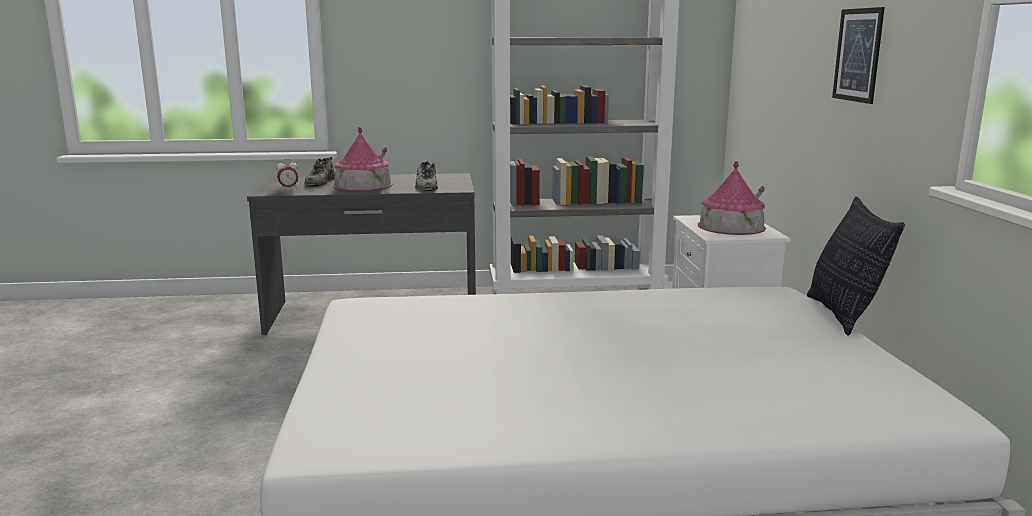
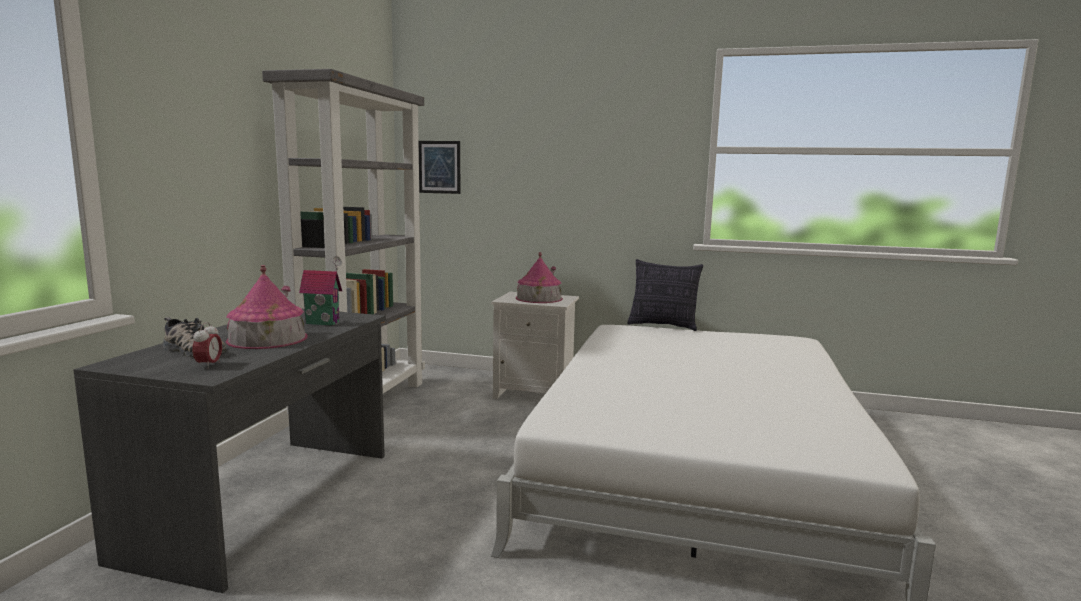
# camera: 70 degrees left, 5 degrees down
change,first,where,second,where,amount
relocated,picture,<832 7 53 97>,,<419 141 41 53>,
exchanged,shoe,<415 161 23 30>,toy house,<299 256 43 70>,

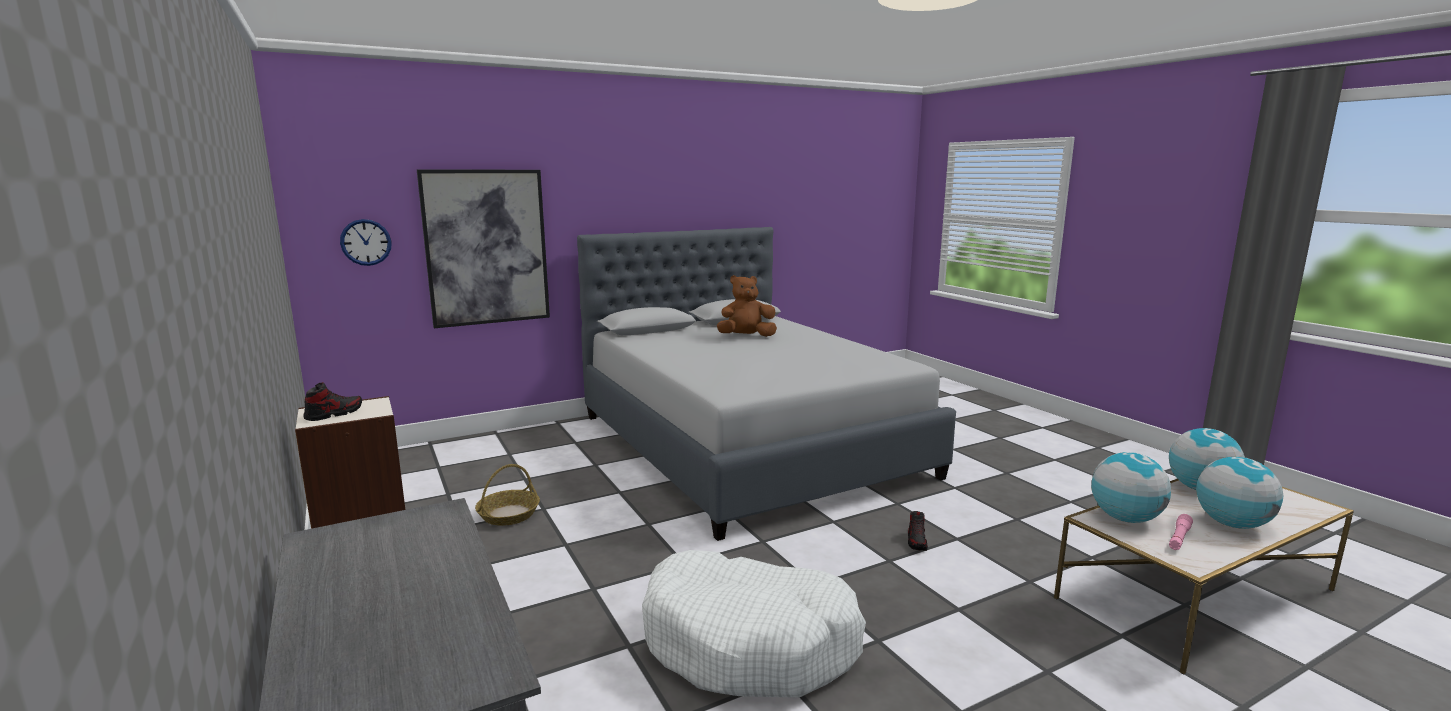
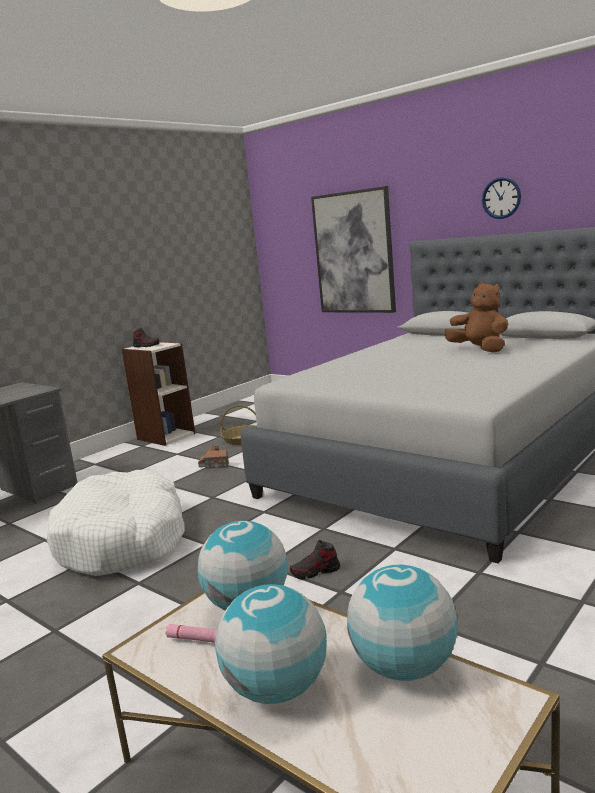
# camera: 70 degrees right, 0 degrees up
change,first,where,second,where,amount
appeared,,,toy house,<198 445 31 24>,
relocated,wall clock,<340 219 52 47>,,<482 177 39 42>,

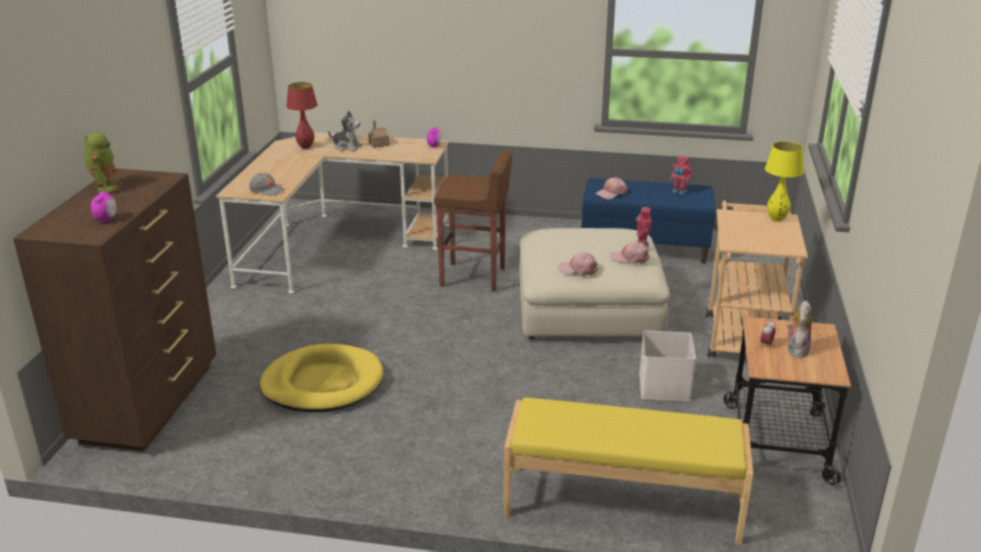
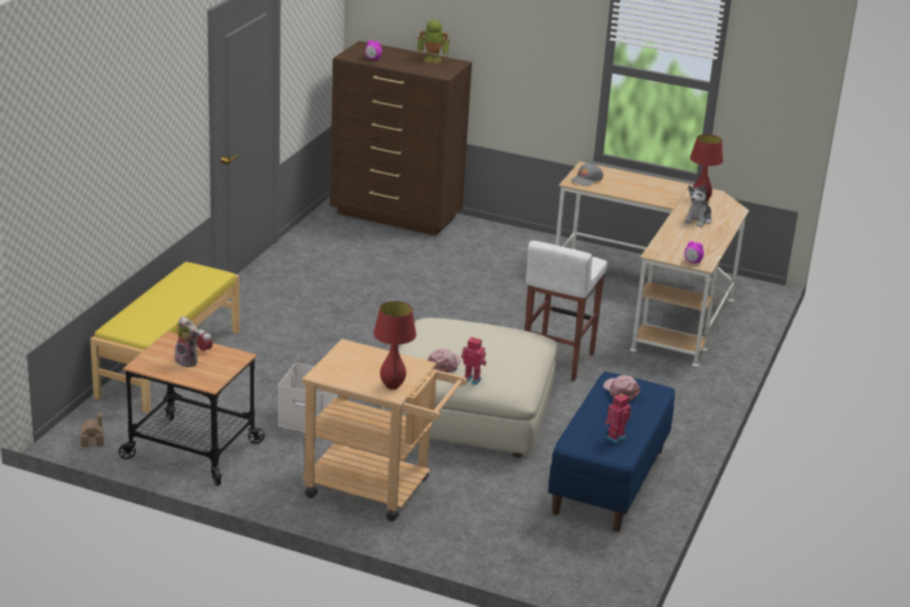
# camera: 100 degrees right, 0 degrees up
change,first,where,second,where,amount
missing,dog bed/yellow,<260 344 123 68>,,,
missing,cap/pink,<558 252 40 23>,,,
relocated,toy house,<368 119 22 29>,,<81 412 23 35>,
colour,stool/brown,<434 150 78 142>,stool/white,<525 241 82 140>,
colour,table lamp/yellow,<765 141 39 80>,table lamp/red,<373 301 43 89>,

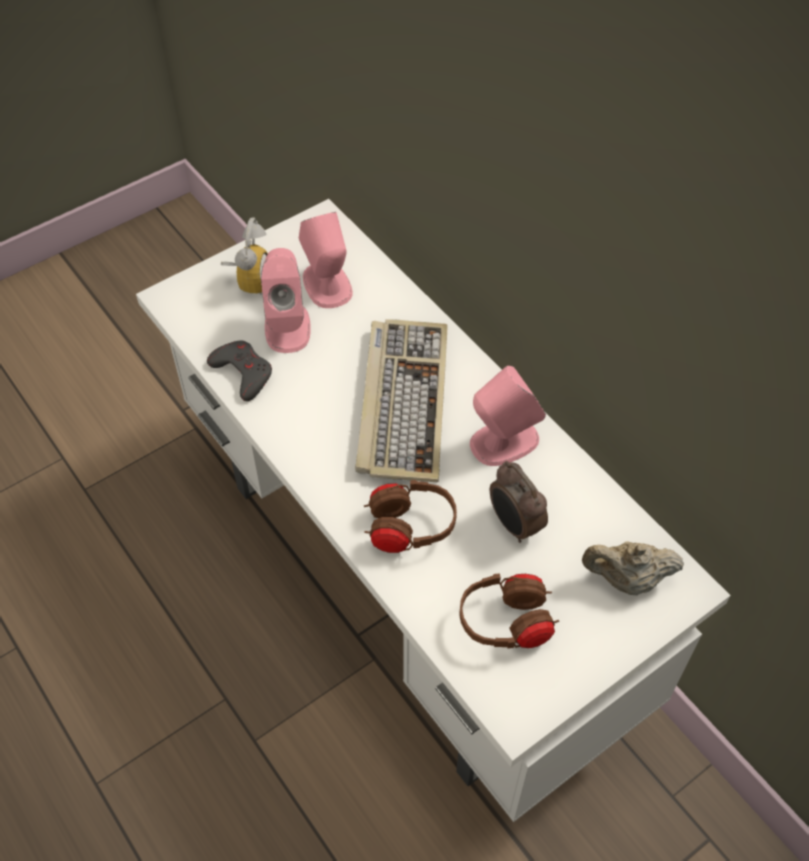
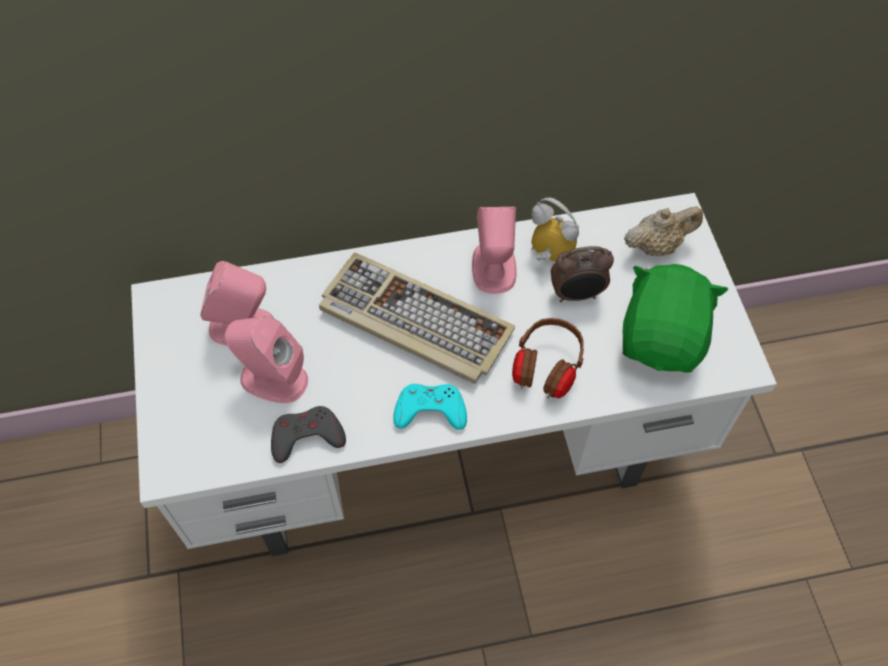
# camera: 65 degrees left, 5 degrees up
change,first,where,second,where,amount
appeared,,,game controller/turquoise,<393 384 74 46>,
relocated,alarm clock,<221 217 47 78>,,<531 197 48 65>,
exchanged,headphones/brown,<459 573 100 75>,plush toy/green,<623 264 105 109>,
spun,teapot/beige,<582 541 102 54>,,<624 206 79 50>,135 degrees counterclockwise

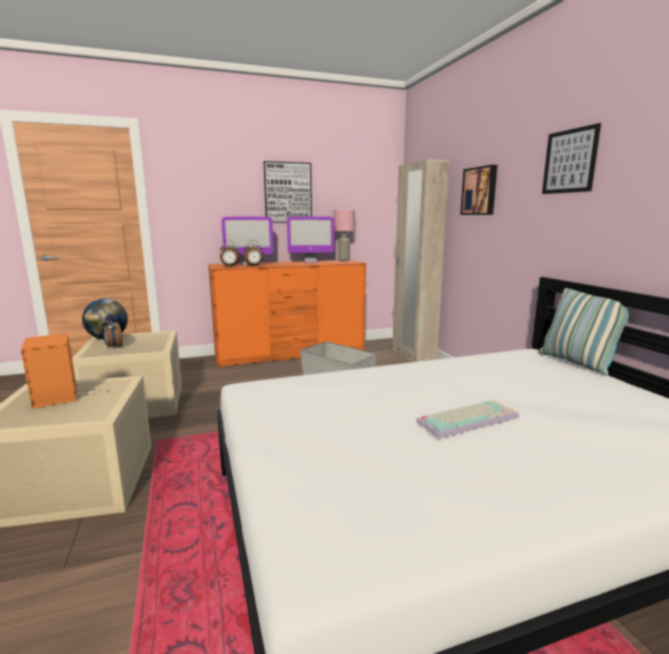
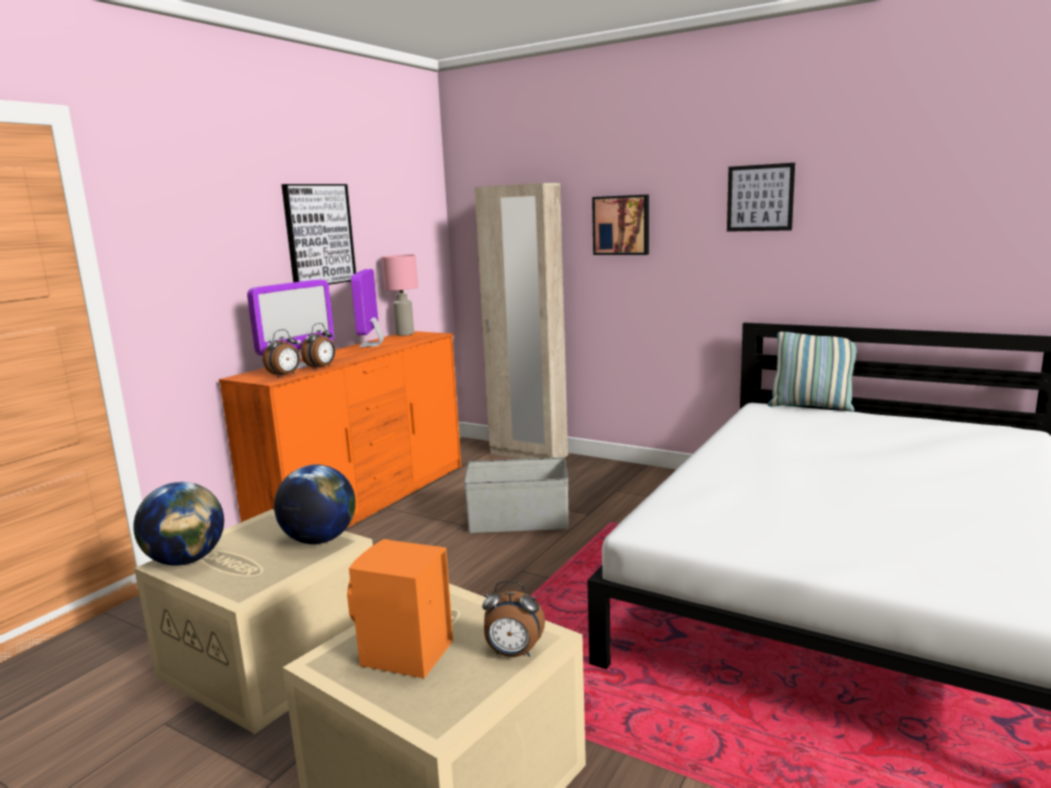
# camera: 40 degrees left, 0 degrees up
change,first,where,second,where,amount
missing,keyboard,<416 400 103 38>,,,
appeared,,,globe,<274 465 82 79>,
relocated,alarm clock,<103 315 20 34>,,<482 580 63 77>,
spun,monitor,<287 217 47 46>,,<351 269 33 78>,135 degrees clockwise

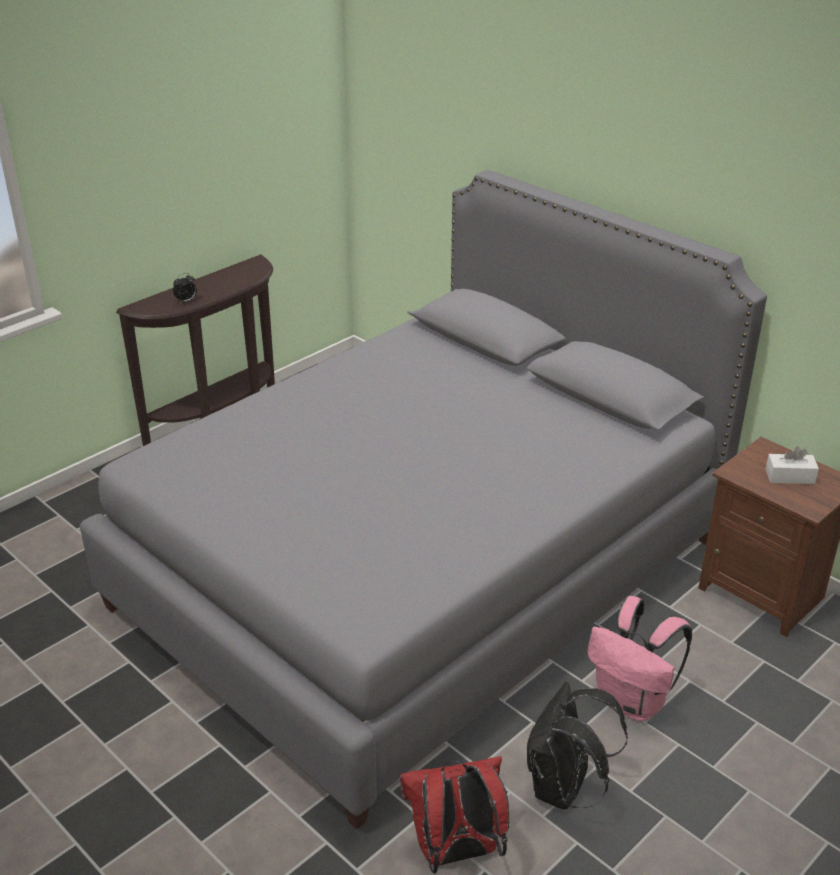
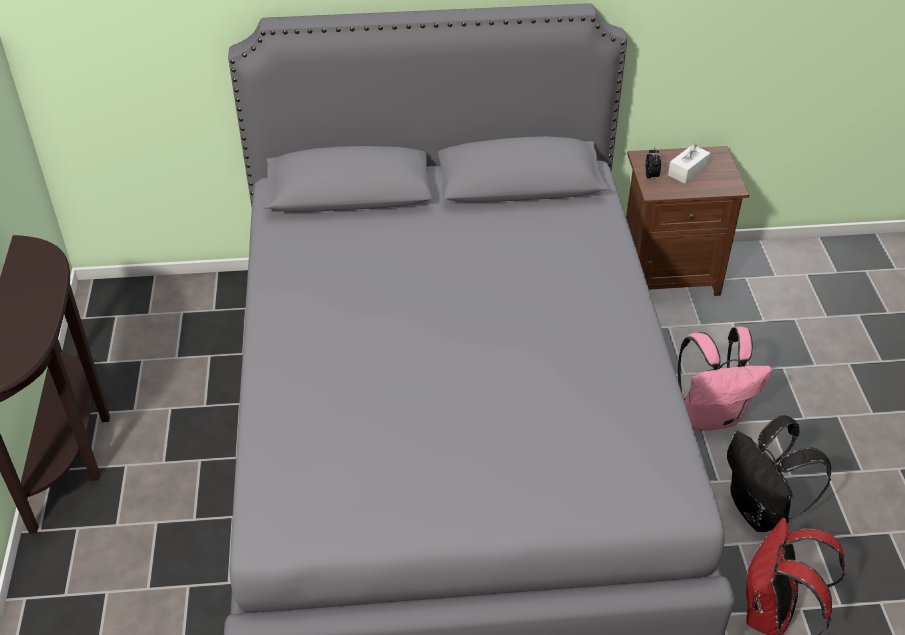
# camera: 50 degrees left, 10 degrees up
change,first,where,second,where,amount
relocated,alarm clock,<173 273 24 31>,,<645 148 16 32>,

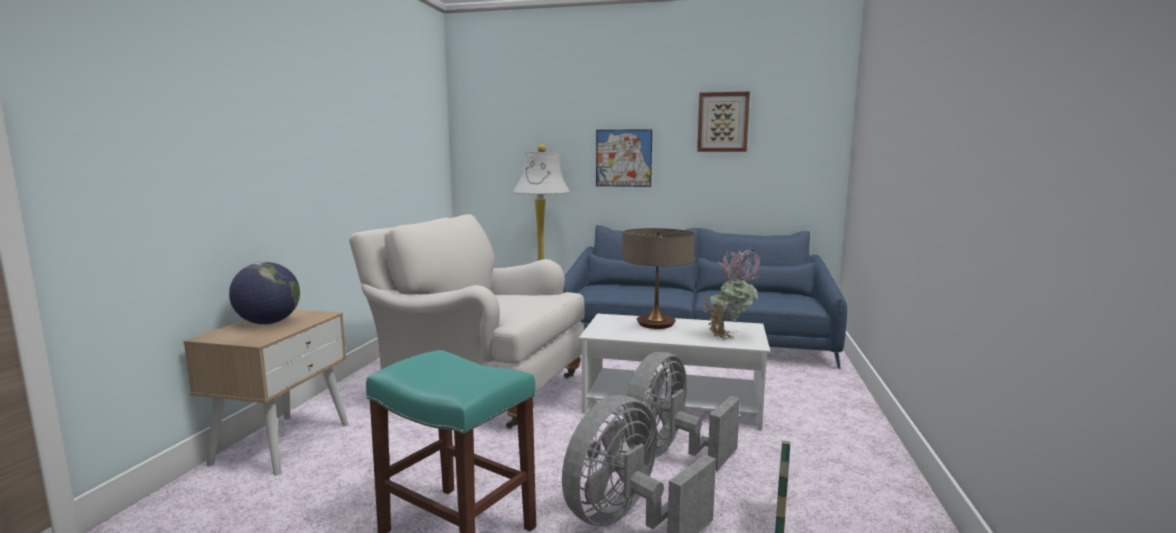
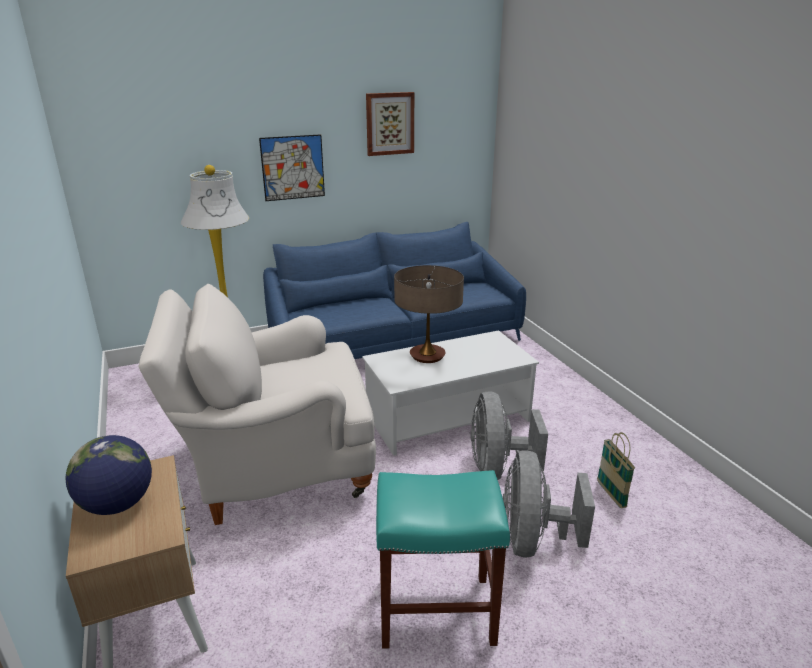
# camera: 35 degrees left, 15 degrees up
change,first,where,second,where,amount
missing,potted plant,<701 250 61 89>,,,

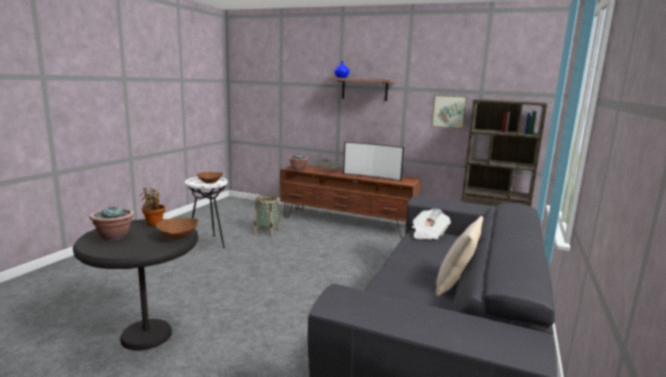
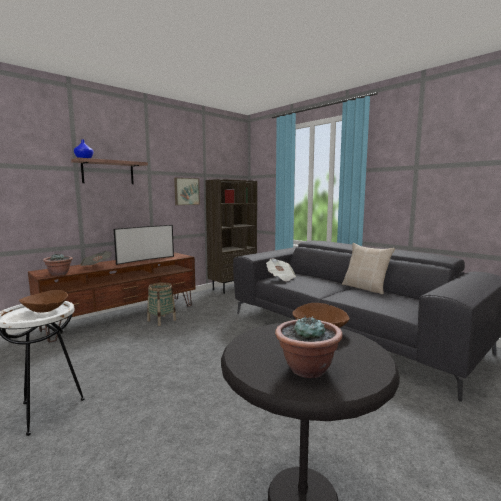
# camera: 65 degrees left, 5 degrees down
change,first,where,second,where,amount
missing,potted plant,<140 187 25 39>,,,
relocated,basket,<254 195 26 41>,,<147 282 29 44>,

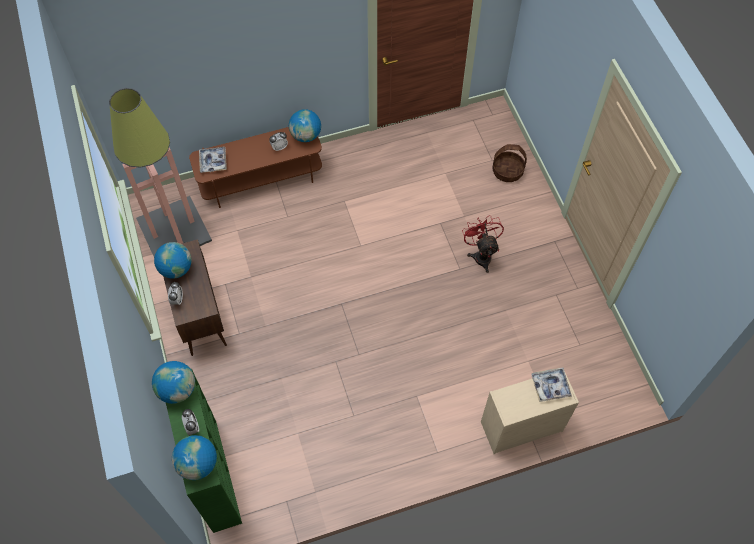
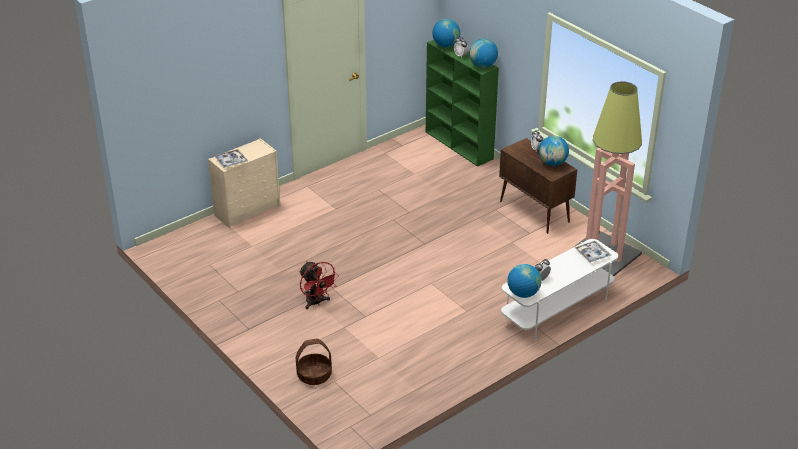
# camera: 160 degrees right, 25 degrees down
change,first,where,second,where,amount
colour,tv stand/brown,<189 127 133 81>,tv stand/white,<501 239 117 101>,

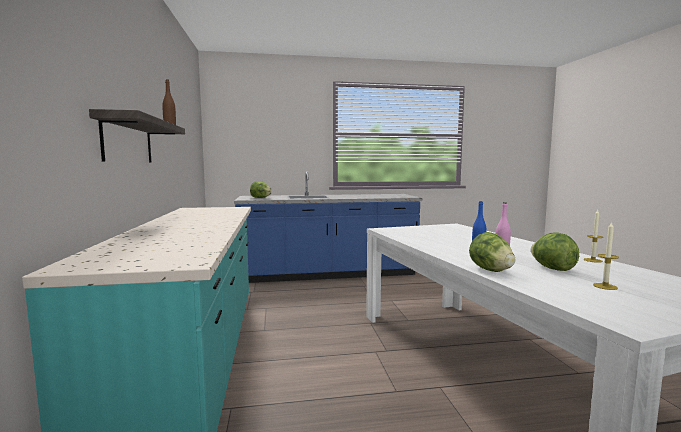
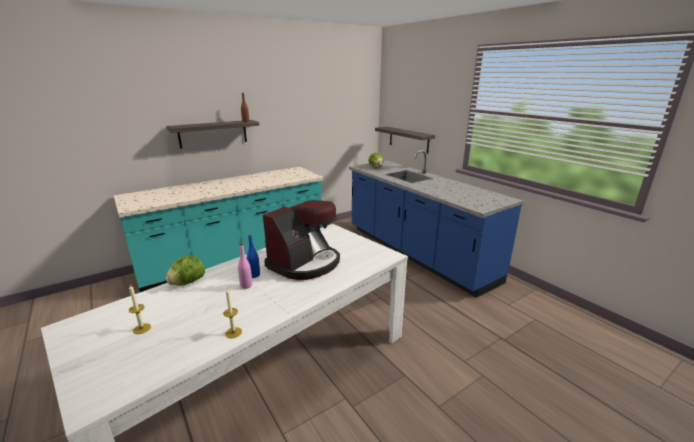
# camera: 65 degrees right, 15 degrees up
change,first,where,second,where,amount
missing,lettuce,<531 232 48 39>,,,
appeared,,,coffee machine,<263 200 77 80>,
appeared,,,shelf,<375 127 60 27>,

